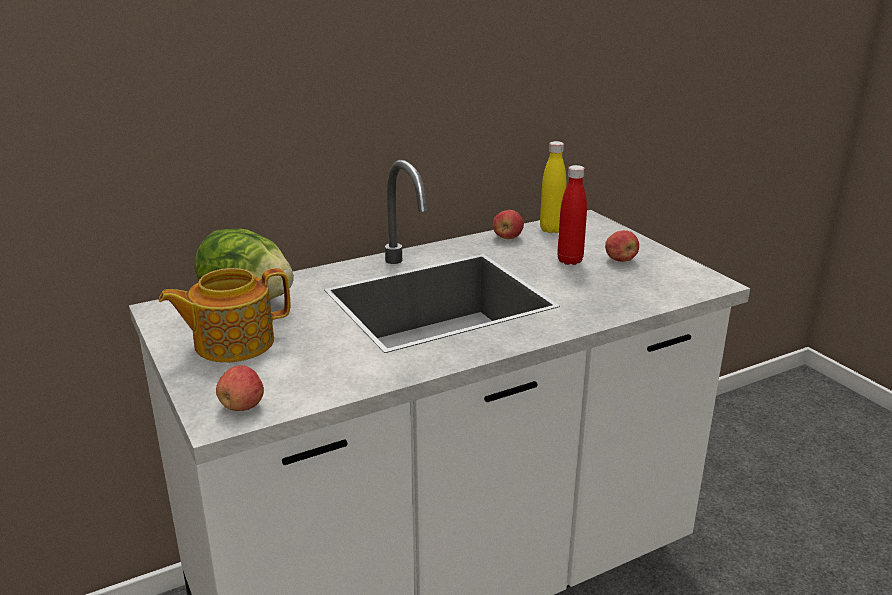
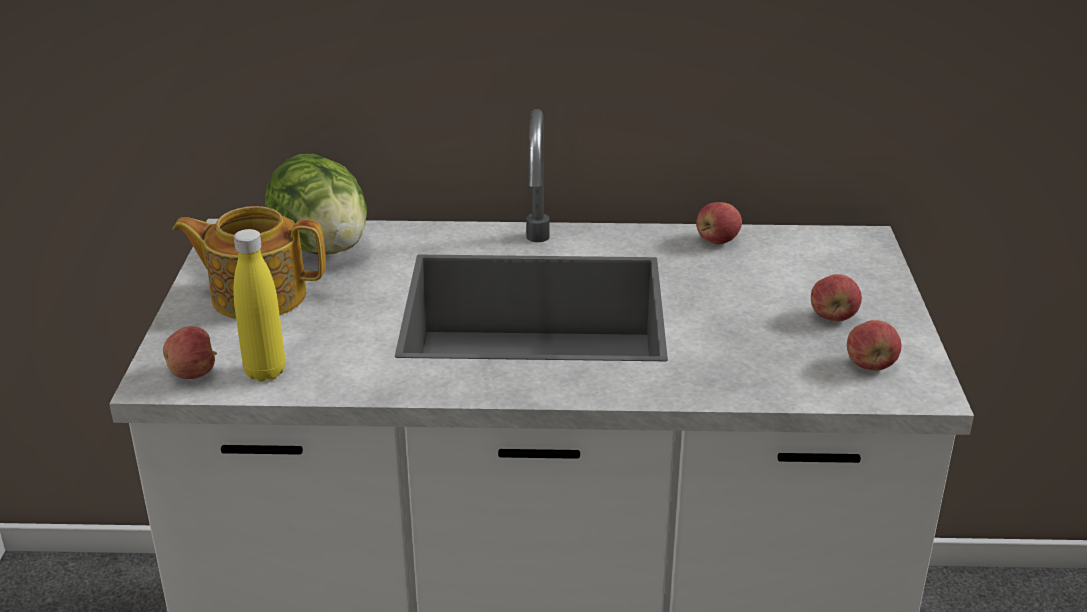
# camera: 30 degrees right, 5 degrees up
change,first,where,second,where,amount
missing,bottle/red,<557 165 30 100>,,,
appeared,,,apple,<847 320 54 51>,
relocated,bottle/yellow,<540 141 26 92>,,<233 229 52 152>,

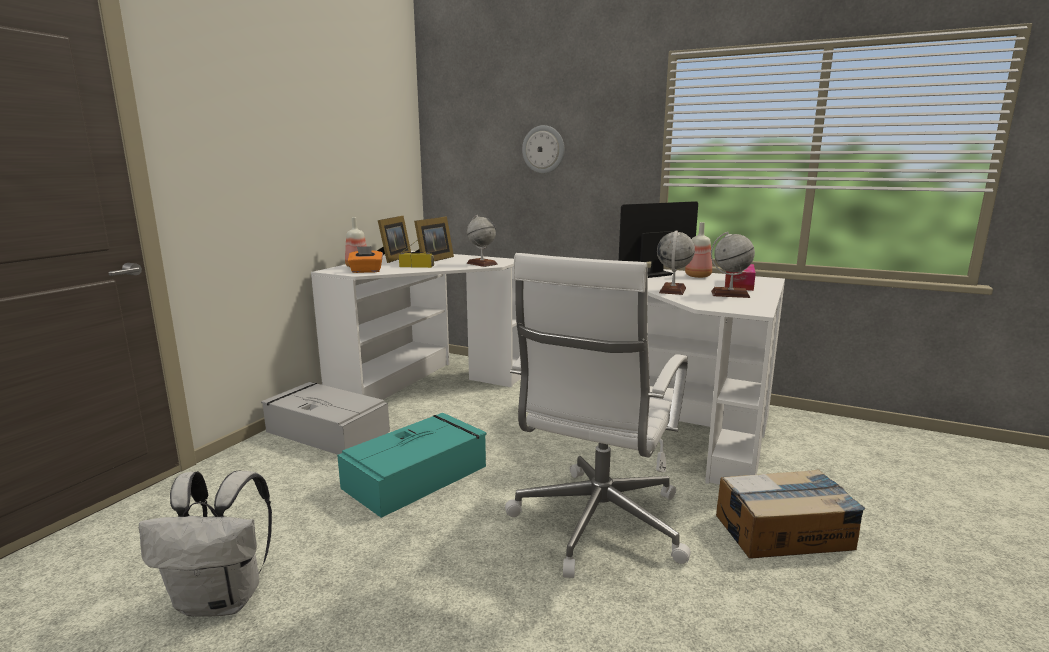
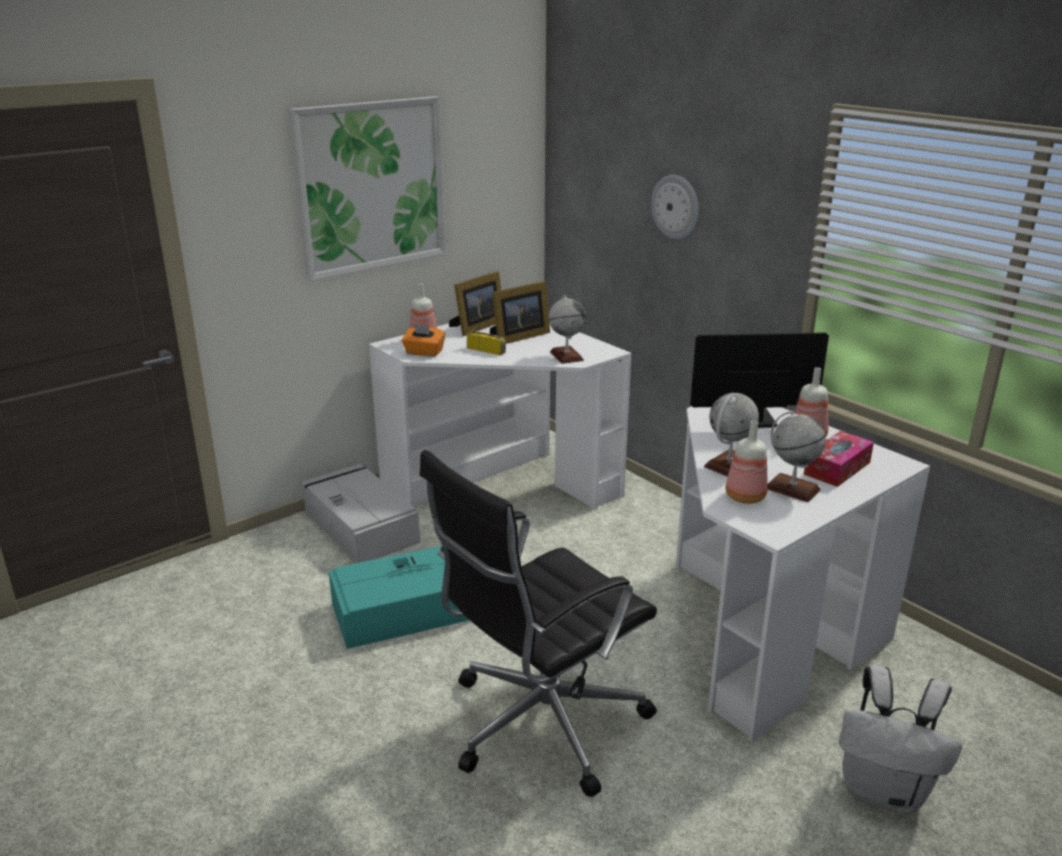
# camera: 25 degrees right, 10 degrees up
change,first,where,second,where,amount
missing,cardboard box,<716 469 149 90>,,,
appeared,,,picture,<289 96 156 185>,
appeared,,,bottle,<726 420 42 84>,
relocated,backpack/white,<139 471 133 146>,,<839 665 123 149>,
colour,office chair/white,<505 253 186 325>,office chair/black,<420 450 237 347>,

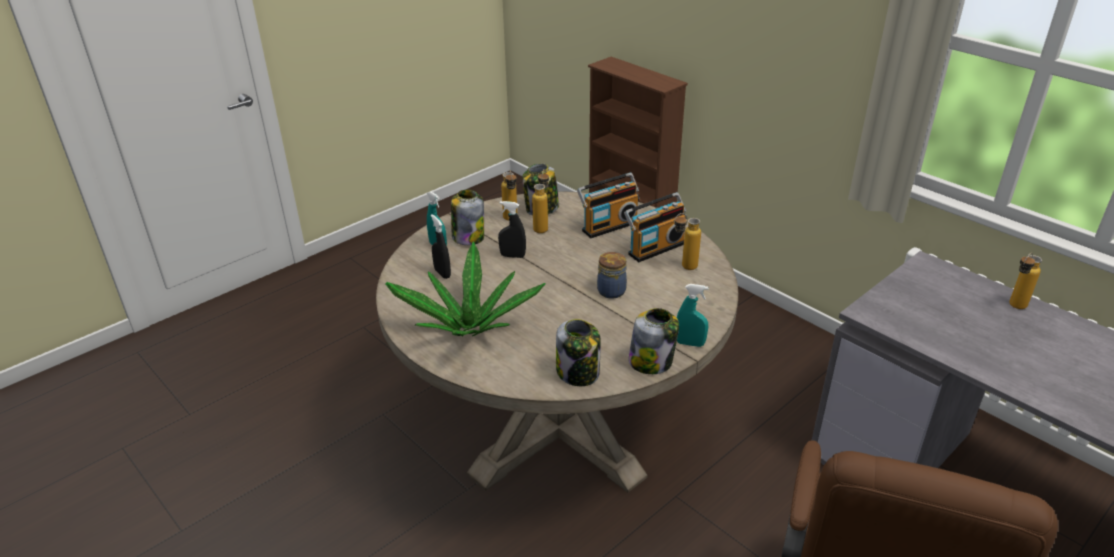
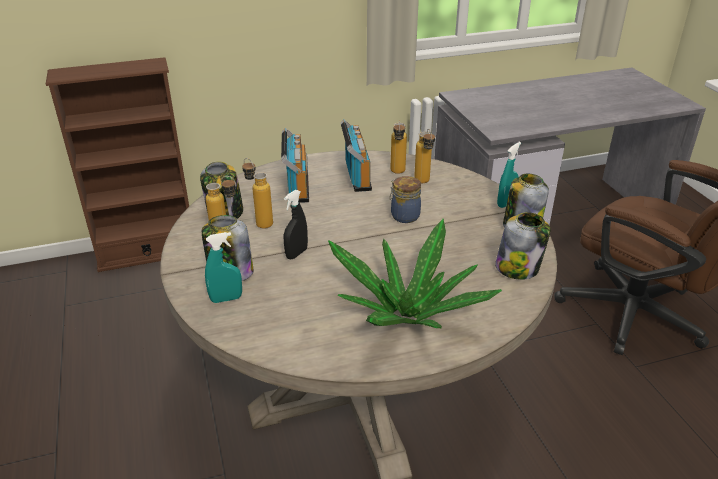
# camera: 65 degrees left, 0 degrees up
change,first,where,second,where,amount
missing,spray bottle/black,<431 214 20 65>,,,
relocated,bottle,<1009 253 33 56>,,<414 129 21 54>,

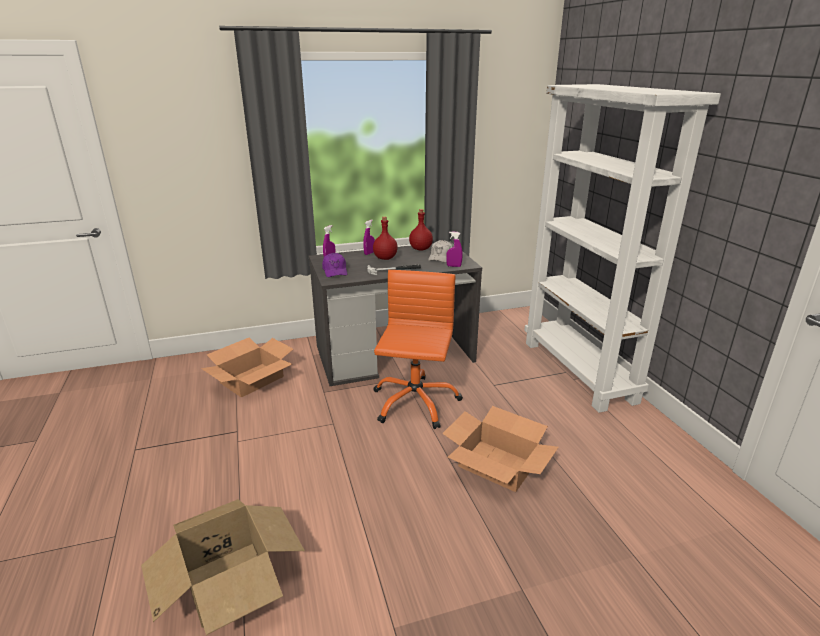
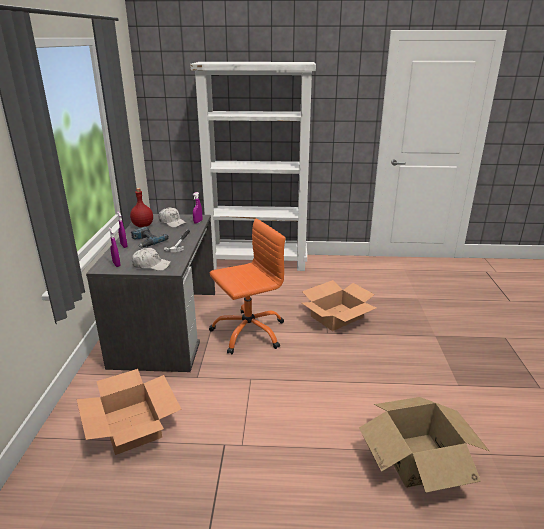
# camera: 70 degrees left, 0 degrees up
change,first,where,second,where,amount
exchanged,bottle/red,<373 217 25 43>,power drill,<131 226 38 21>,
colour,cap/purple,<322 253 25 24>,cap/white,<132 248 39 23>,
spun,office chair/orange,<373 270 90 159>,,<209 219 77 135>,120 degrees clockwise

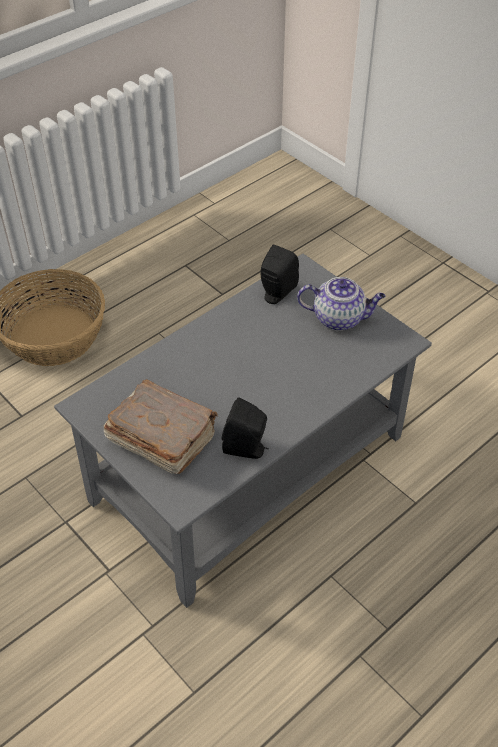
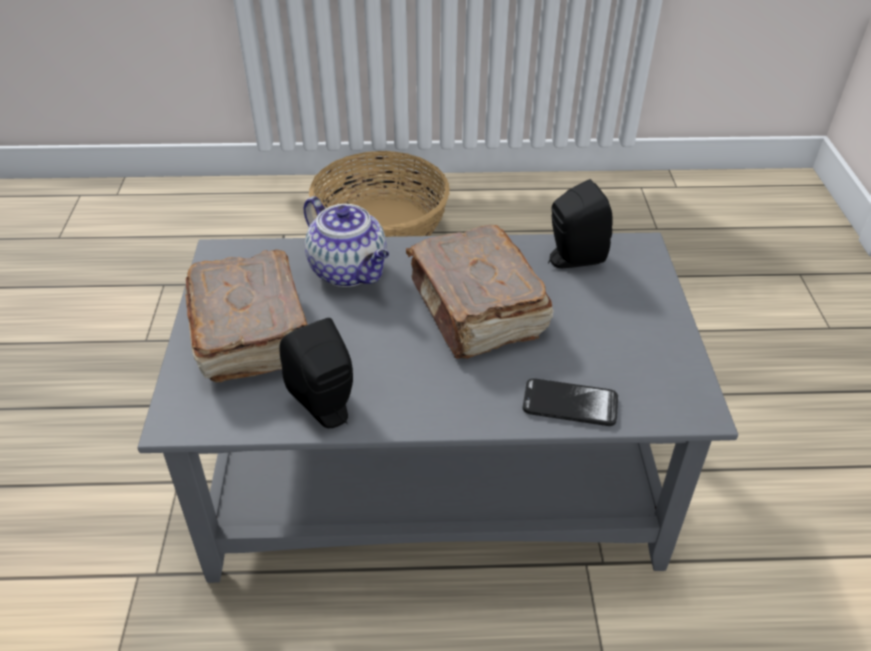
# camera: 40 degrees right, 5 degrees down
change,first,where,second,where,amount
appeared,,,book/brown,<406 225 148 134>,
appeared,,,phone,<523 378 95 48>,
relocated,teapot,<297 277 89 54>,,<303 196 86 91>,

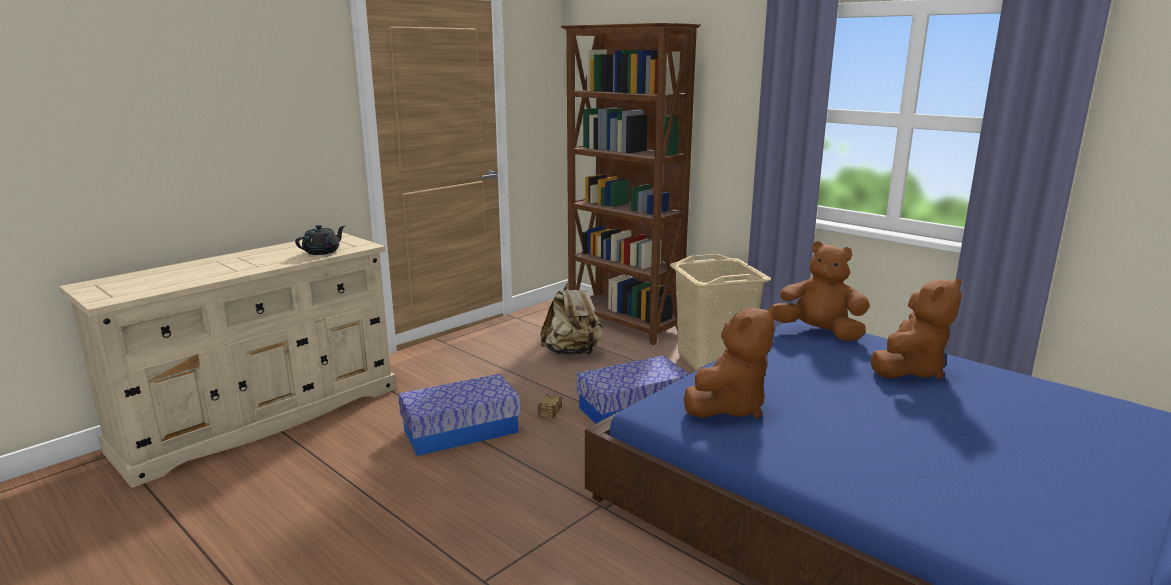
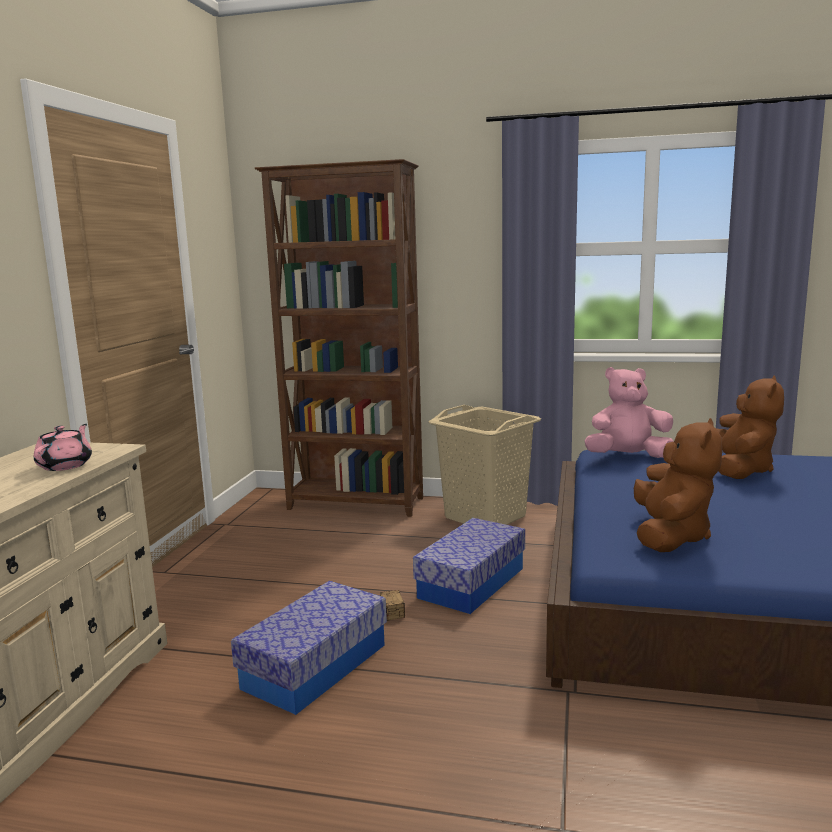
# camera: 30 degrees left, 5 degrees down
change,first,where,second,where,amount
missing,backpack/beige,<540 280 63 75>,,,
colour,teapot/black,<295 225 50 30>,teapot/pink,<34 424 58 47>,
colour,plush toy/brown,<771 241 99 100>,plush toy/pink,<585 367 89 91>,

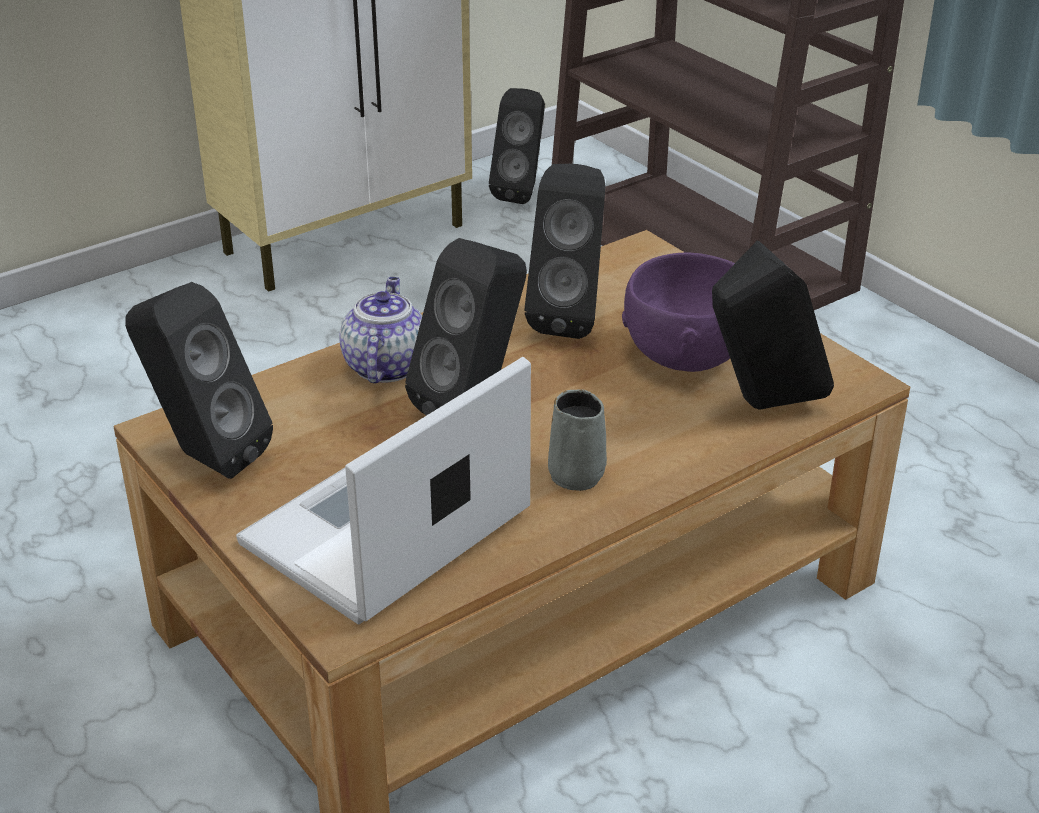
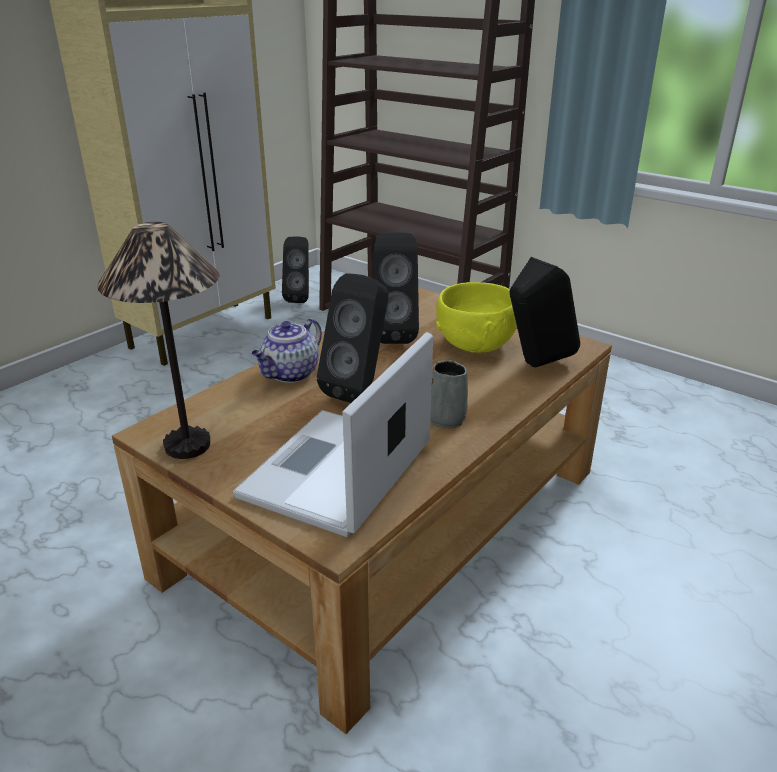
# camera: 15 degrees left, 5 degrees down
change,first,where,second,where,amount
exchanged,speaker/black,<125 282 148 197>,table lamp,<97 222 122 237>,
colour,bowl/purple,<622 253 113 119>,bowl/yellow,<436 282 81 71>,
spun,teapot,<339 277 83 107>,,<252 319 70 64>,135 degrees counterclockwise

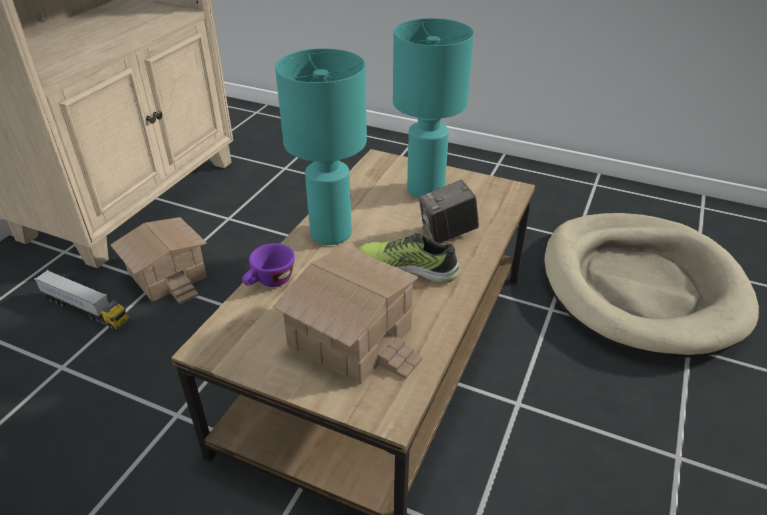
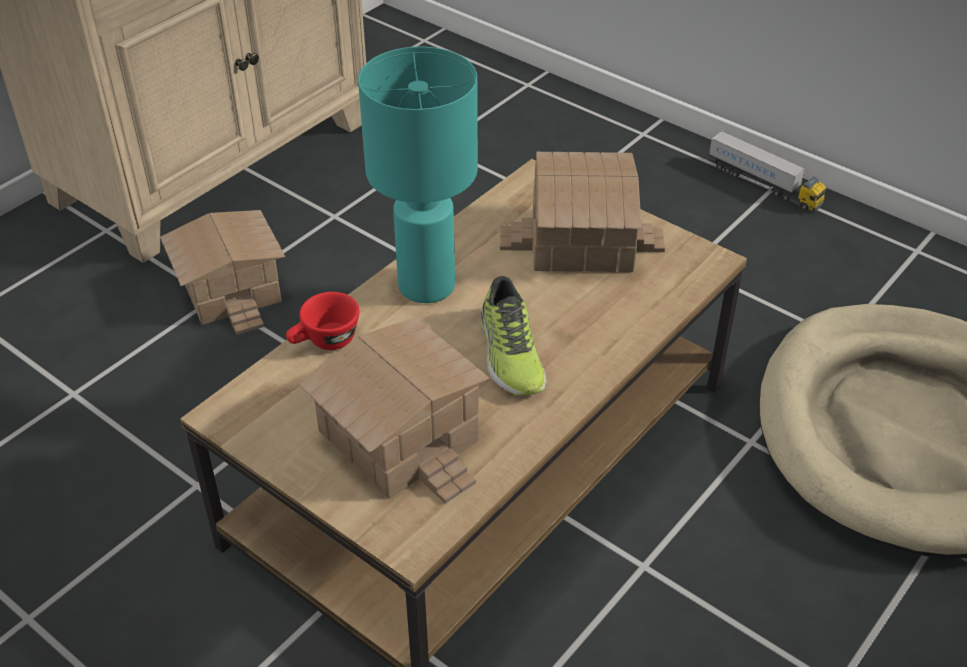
# camera: 15 degrees right, 5 degrees up
change,first,where,second,where,amount
missing,photo camera,<419 180 60 63>,,,
relocated,toy truck,<34 270 95 60>,,<709 131 118 81>,
exchanged,table lamp/turquoise,<393 18 81 180>,toy house,<500 152 165 120>,
colour,cup/purple,<242 243 53 44>,cup/red,<286 292 73 58>,
spun,shoe,<357 233 103 50>,,<481 276 66 119>,135 degrees counterclockwise

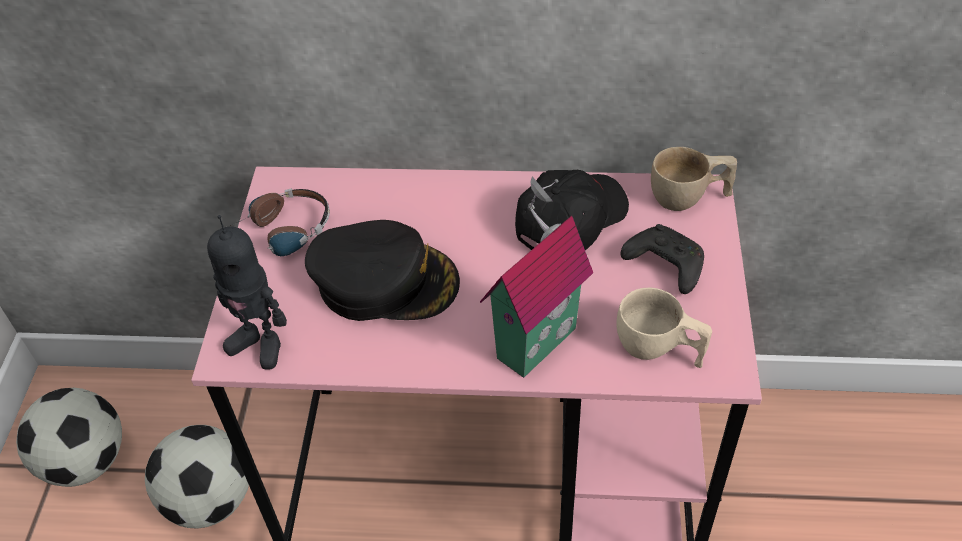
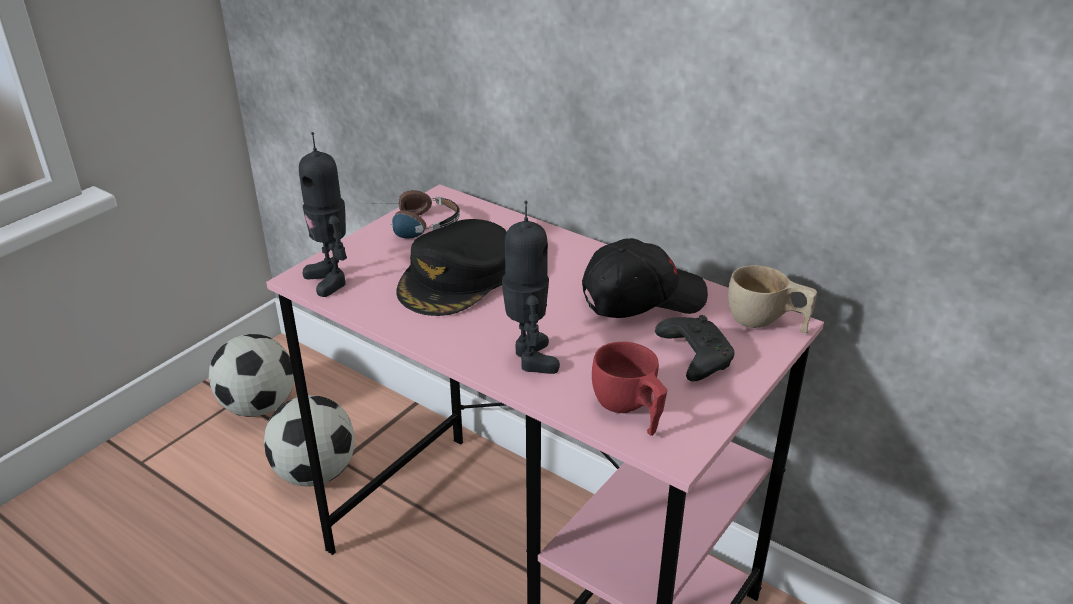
# camera: 30 degrees right, 15 degrees down
change,first,where,second,where,amount
exchanged,toy house,<480 177 113 201>,toy robot,<502 201 58 173>,
colour,cup/beige,<616 288 96 80>,cup/red,<592 342 75 94>,
spun,cap/black,<305 220 155 101>,,<396 219 111 97>,75 degrees clockwise

